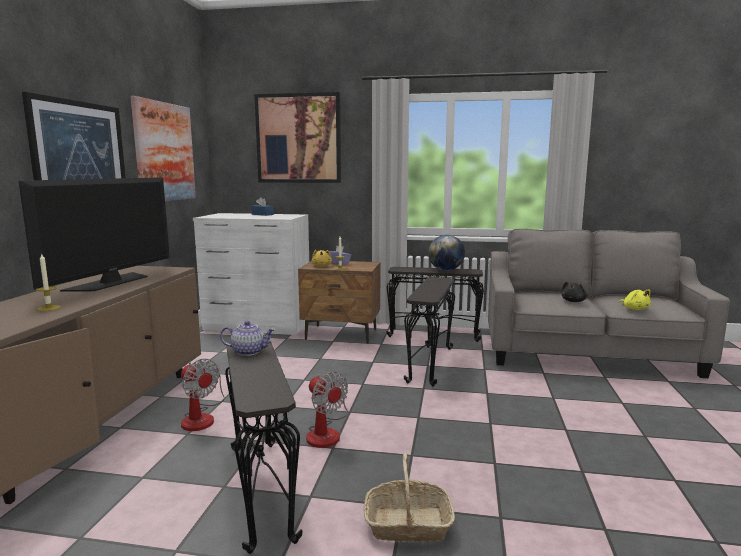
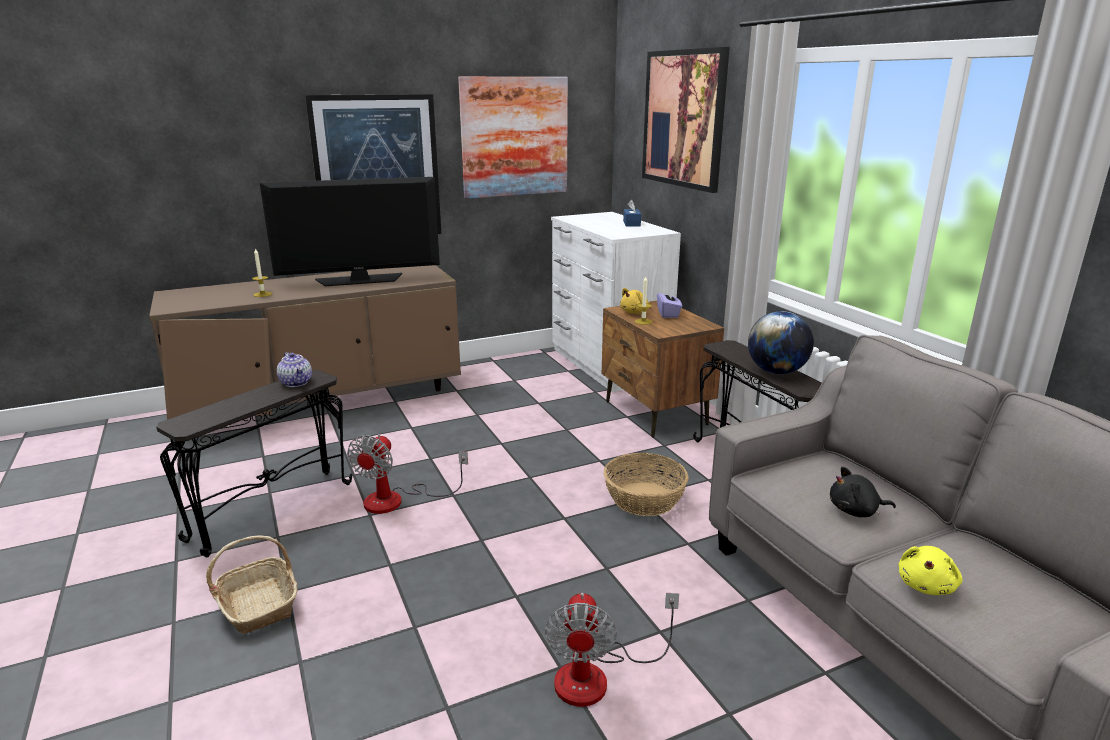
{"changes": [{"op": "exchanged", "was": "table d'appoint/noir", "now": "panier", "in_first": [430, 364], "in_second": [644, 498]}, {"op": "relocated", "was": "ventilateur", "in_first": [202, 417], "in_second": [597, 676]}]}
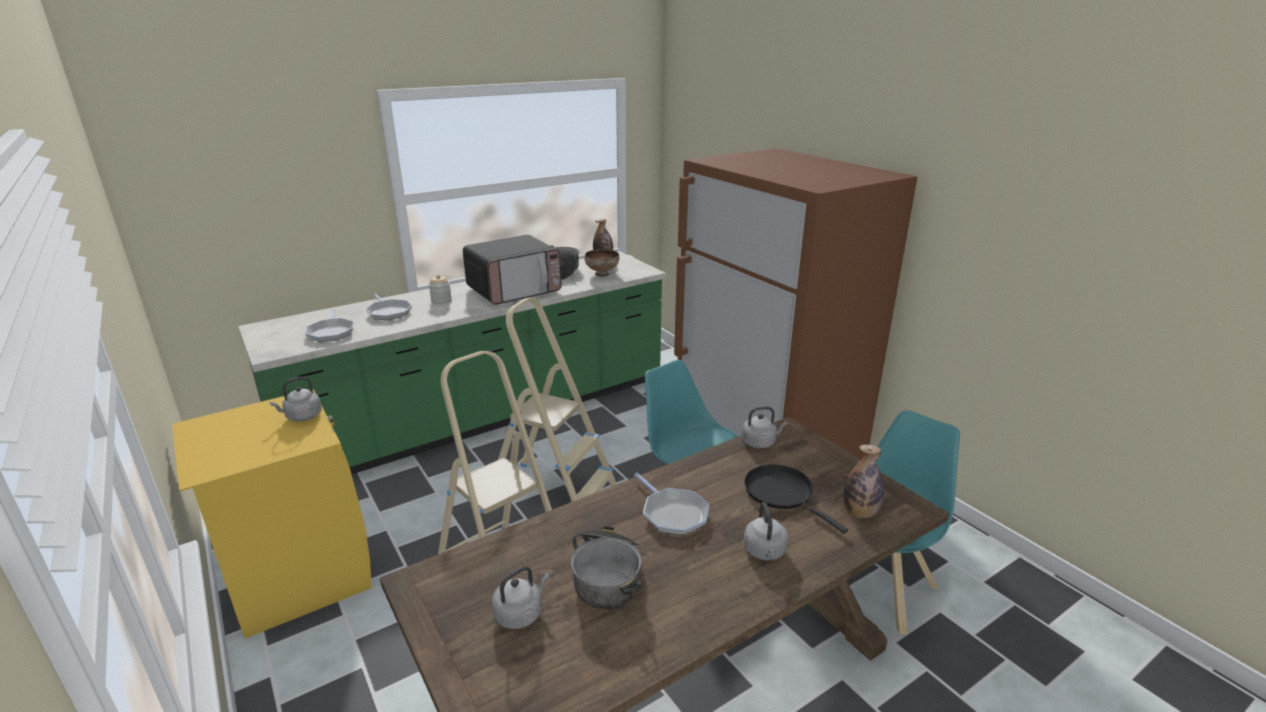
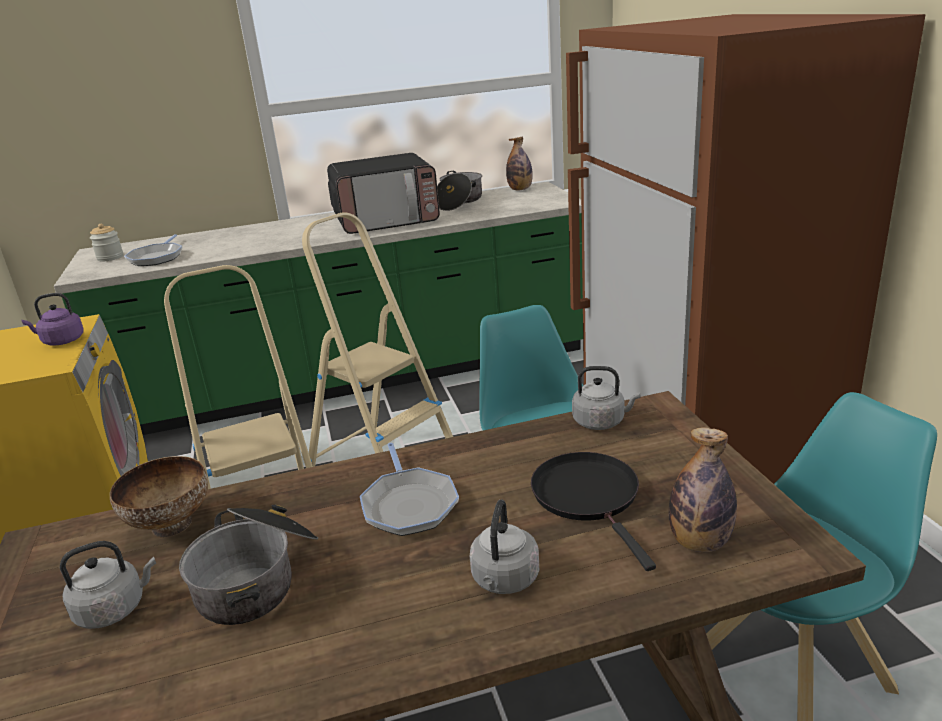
{"changes": [{"op": "relocated", "was": "bol", "in_first": [601, 274], "in_second": [170, 526]}, {"op": "relocated", "was": "bocal", "in_first": [441, 301], "in_second": [110, 257]}, {"op": "missing", "was": "poêle", "in_first": [388, 312]}, {"op": "colour", "was": "bouilloire/gris", "now": "bouilloire/violet", "in_first": [302, 416], "in_second": [61, 341]}]}
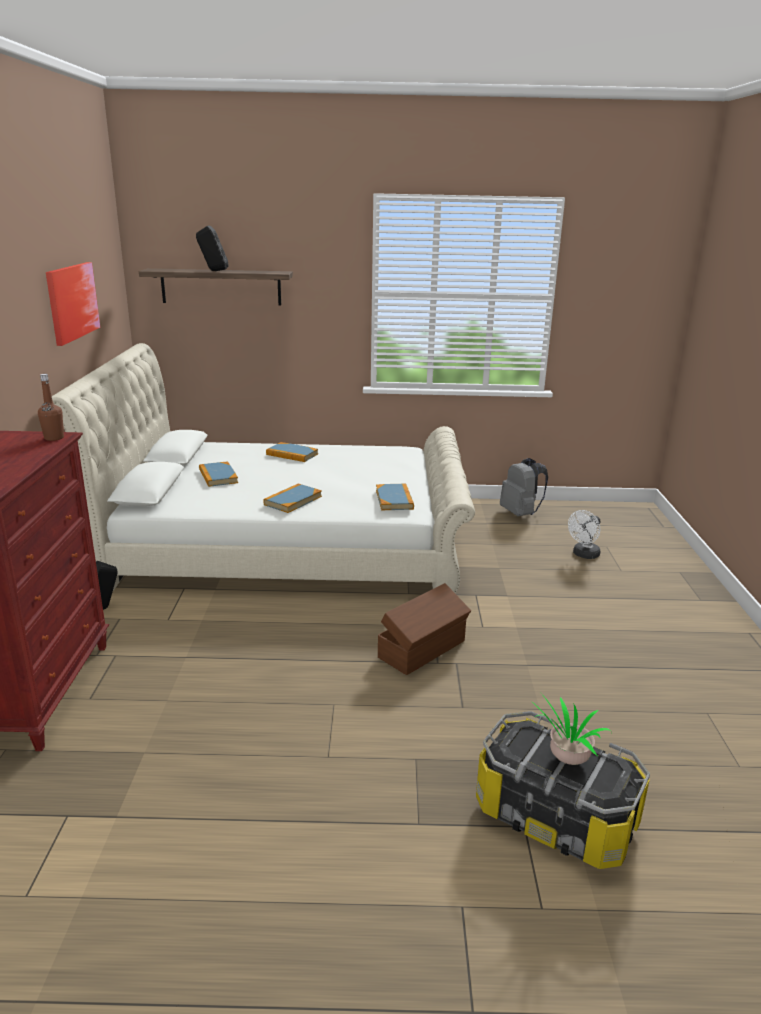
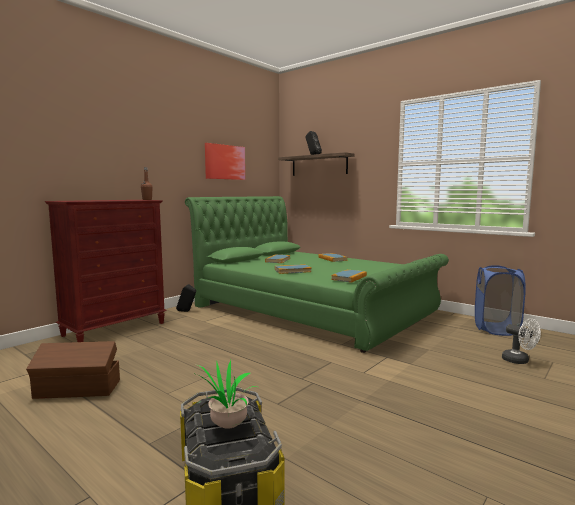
{"changes": [{"op": "colour", "was": "lit/beige", "now": "lit/vert", "in_first": [287, 541], "in_second": [311, 308]}, {"op": "exchanged", "was": "sac à dos/gris", "now": "panier à linge/bleu", "in_first": [520, 513], "in_second": [496, 329]}, {"op": "spun", "was": "ventilateur/blanc", "in_first": [584, 555], "in_second": [519, 361], "clockwise": -120}, {"op": "relocated", "was": "boîte de rangement/marron", "in_first": [423, 649], "in_second": [78, 389]}]}
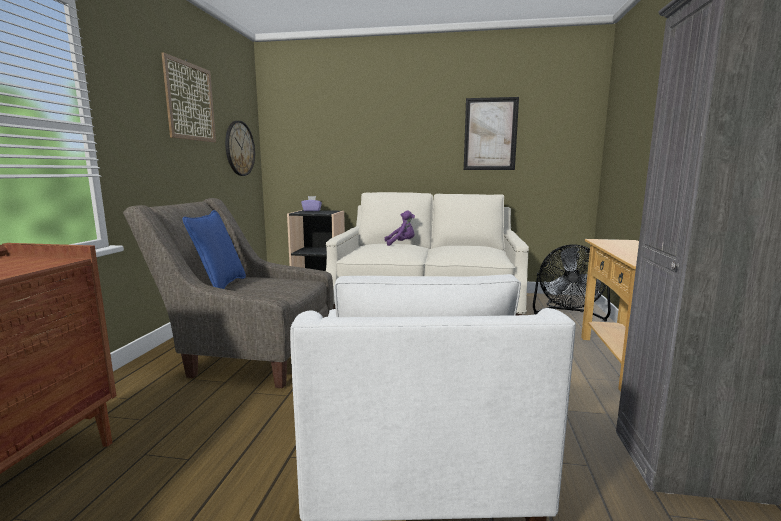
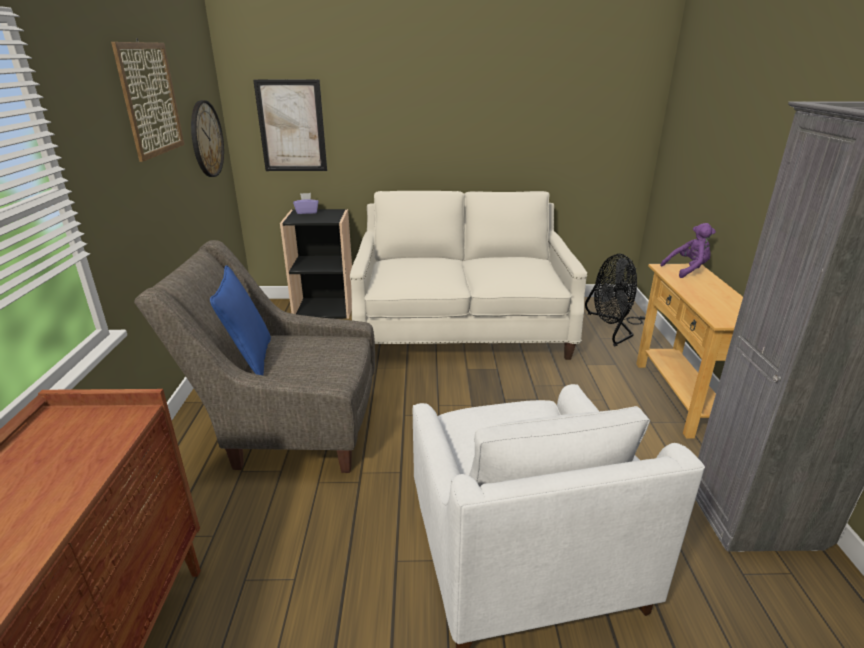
{"changes": [{"op": "relocated", "was": "tableau", "in_first": [490, 134], "in_second": [291, 126]}, {"op": "relocated", "was": "peluche/violet", "in_first": [401, 244], "in_second": [687, 270]}, {"op": "spun", "was": "ventilateur/noir", "in_first": [566, 313], "in_second": [614, 327], "clockwise": 75}]}
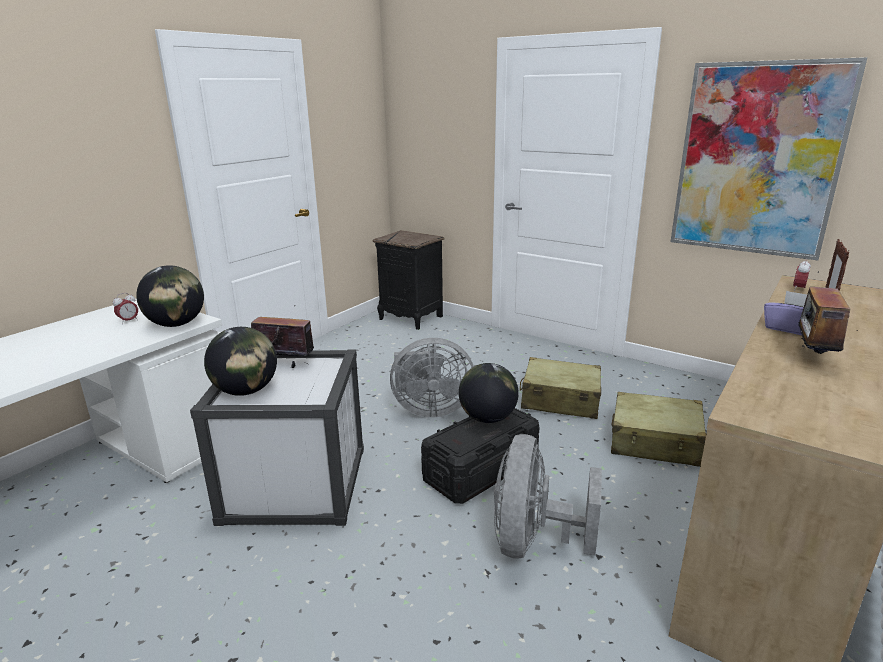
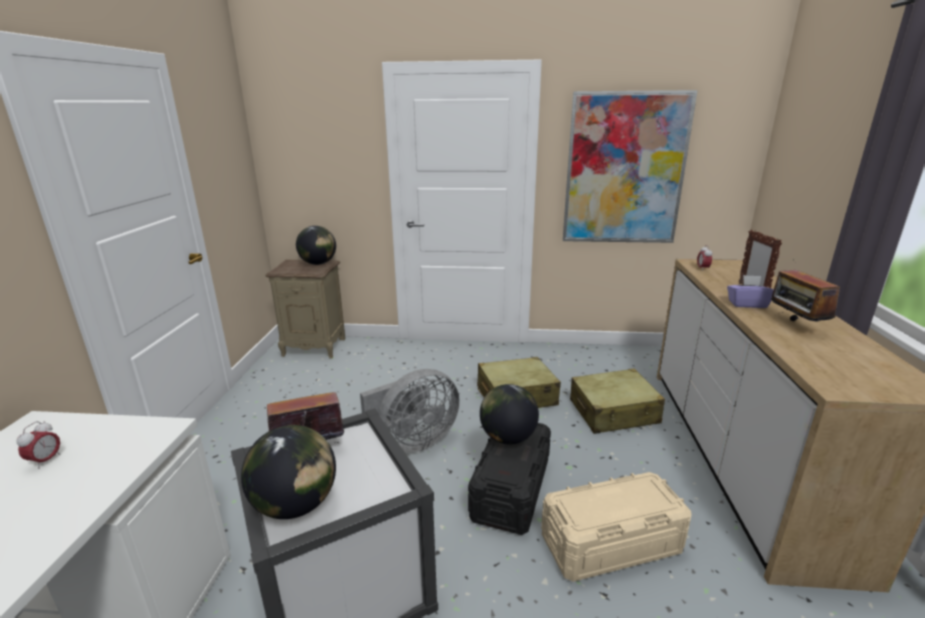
{"changes": [{"op": "colour", "was": "table de chevet/noir", "now": "table de chevet/beige", "in_first": [410, 318], "in_second": [314, 348]}, {"op": "relocated", "was": "globe", "in_first": [176, 324], "in_second": [318, 263]}, {"op": "exchanged", "was": "ventilateur/gris", "now": "boîte de rangement/beige", "in_first": [533, 541], "in_second": [611, 543]}]}
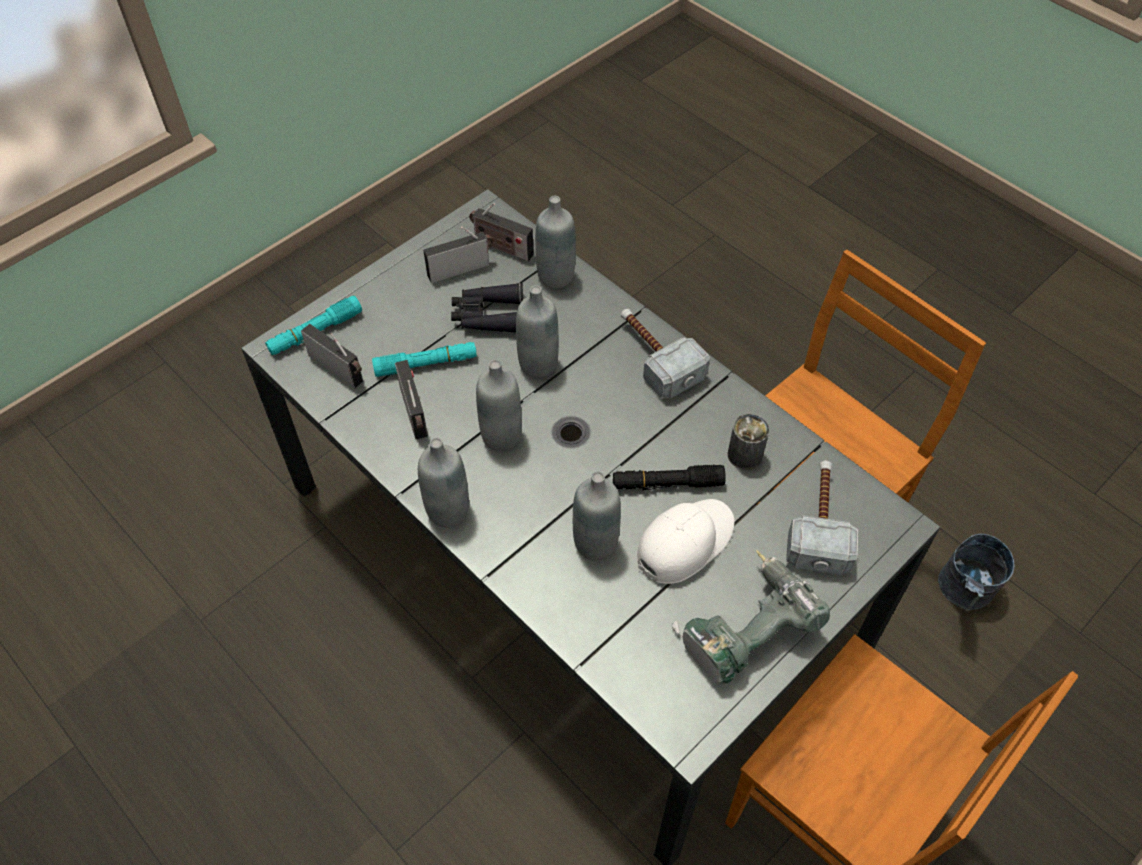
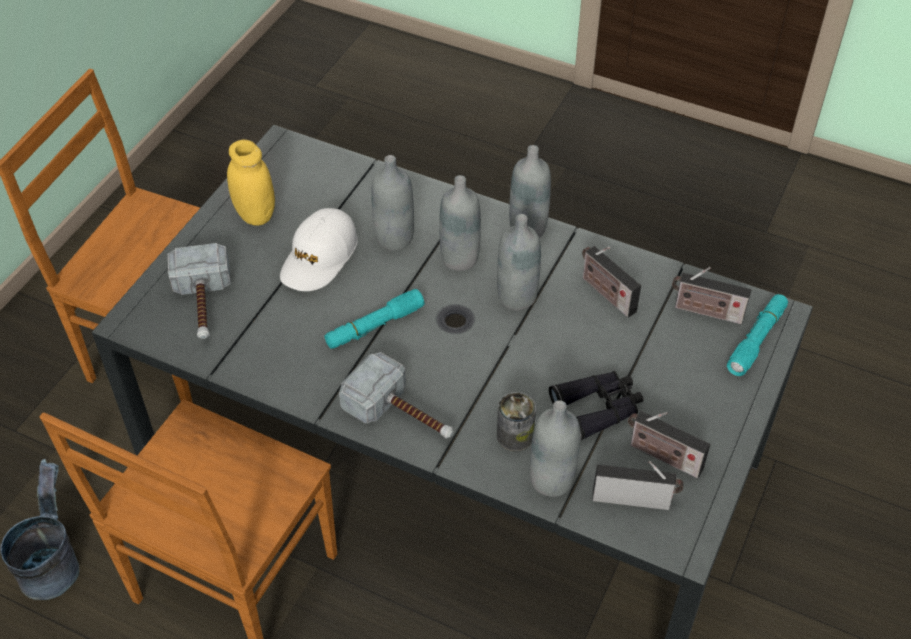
{"changes": [{"op": "spun", "was": "radio", "in_first": [461, 269], "in_second": [662, 456], "clockwise": 75}, {"op": "relocated", "was": "bouteille/gris", "in_first": [538, 364], "in_second": [459, 258]}, {"op": "relocated", "was": "lampe de poche/turquoise", "in_first": [426, 364], "in_second": [374, 326]}, {"op": "relocated", "was": "boîte métallique", "in_first": [745, 455], "in_second": [515, 436]}, {"op": "missing", "was": "lampe de poche/noir", "in_first": [667, 483]}, {"op": "exchanged", "was": "perceuse", "now": "bocal/jaune", "in_first": [744, 627], "in_second": [255, 215]}]}
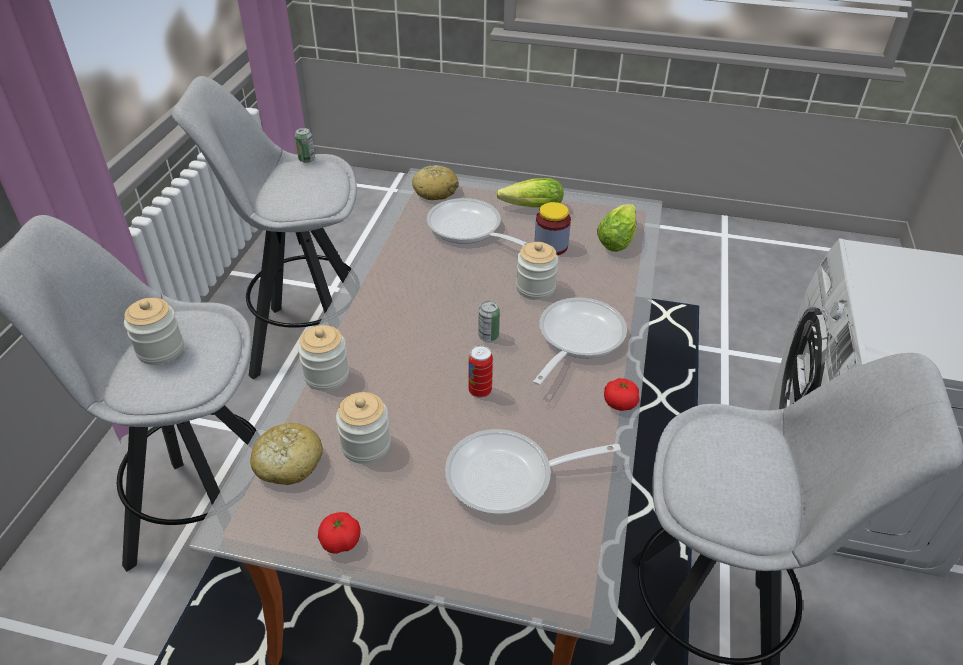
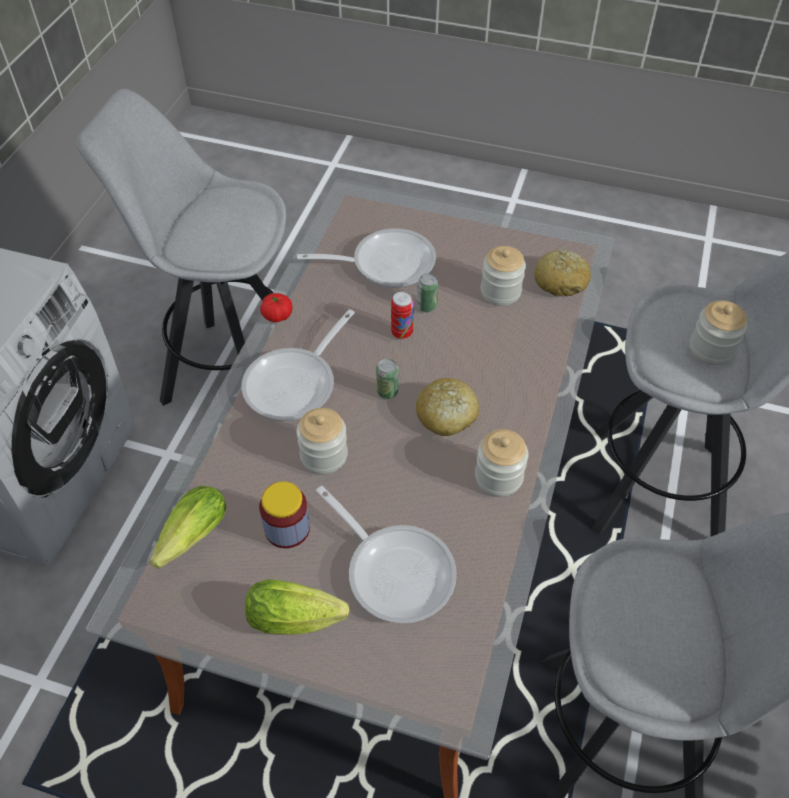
{"changes": [{"op": "relocated", "was": "boîte métallique", "in_first": [307, 159], "in_second": [426, 306]}, {"op": "relocated", "was": "pain", "in_first": [435, 191], "in_second": [446, 415]}, {"op": "relocated", "was": "bocal", "in_first": [326, 375], "in_second": [498, 477]}, {"op": "missing", "was": "tomate", "in_first": [340, 541]}]}
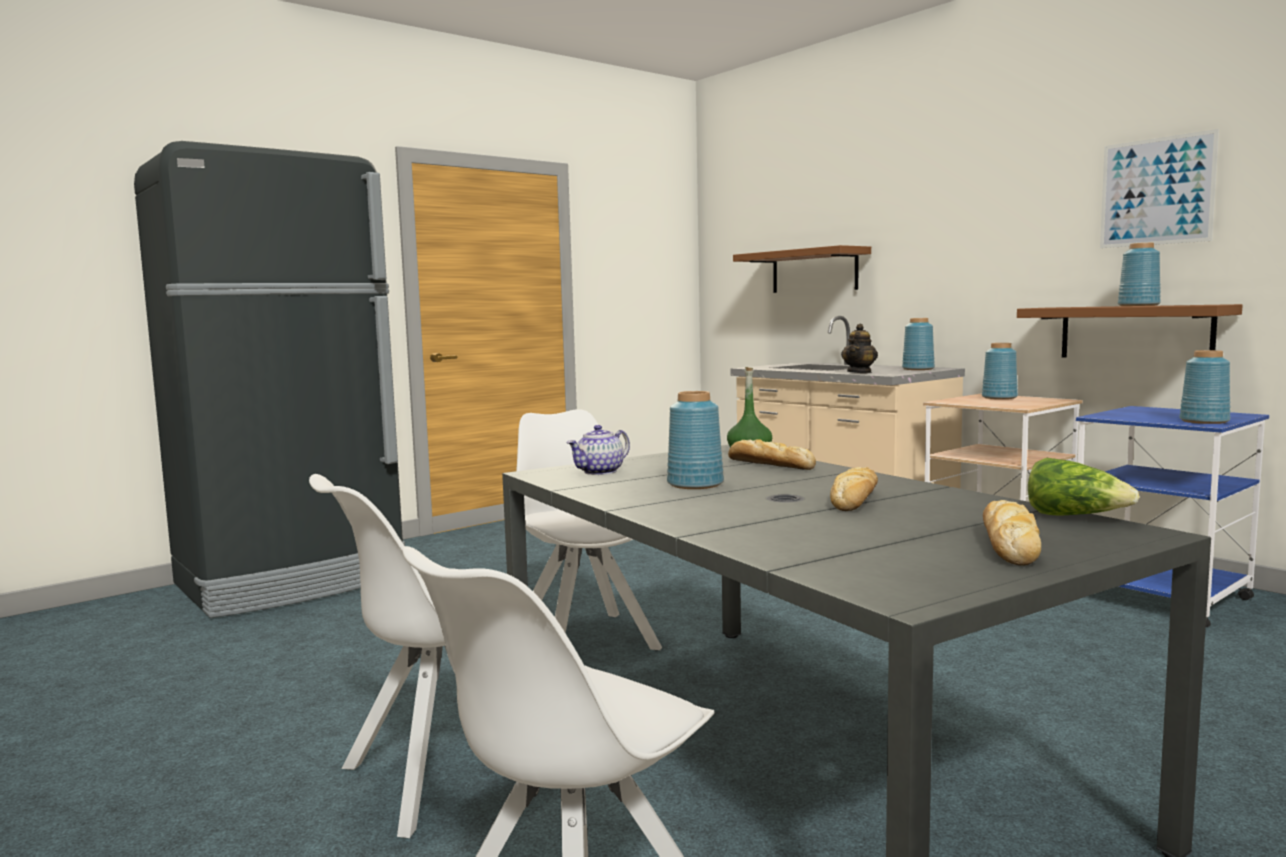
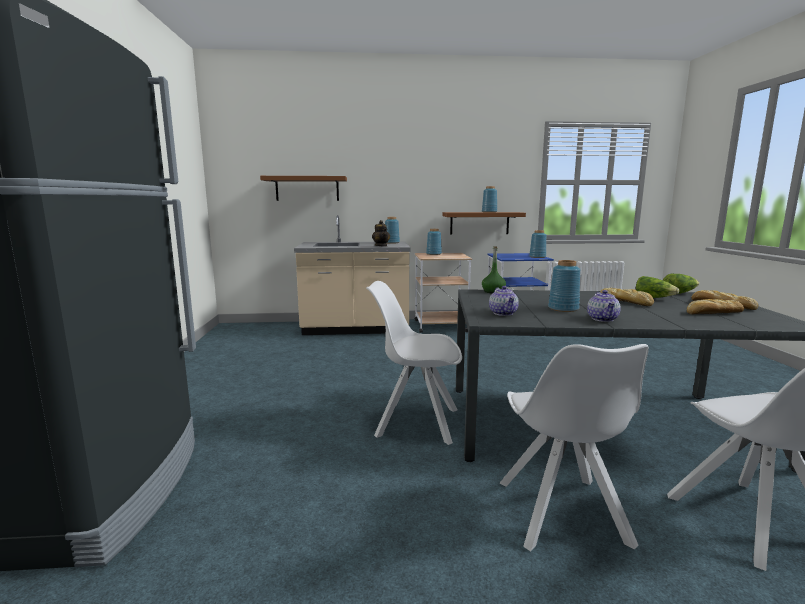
{"changes": [{"op": "missing", "was": "tableau", "in_first": [1156, 191]}, {"op": "relocated", "was": "pain", "in_first": [768, 464], "in_second": [713, 313]}, {"op": "appeared", "now": "laitue", "in_second": [653, 298]}, {"op": "appeared", "now": "théière", "in_second": [603, 319]}]}
